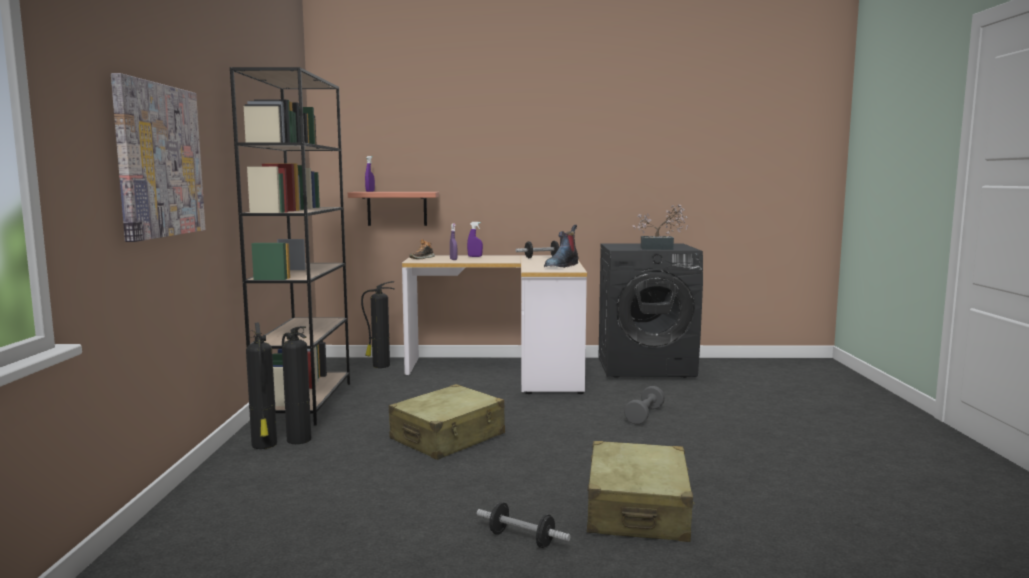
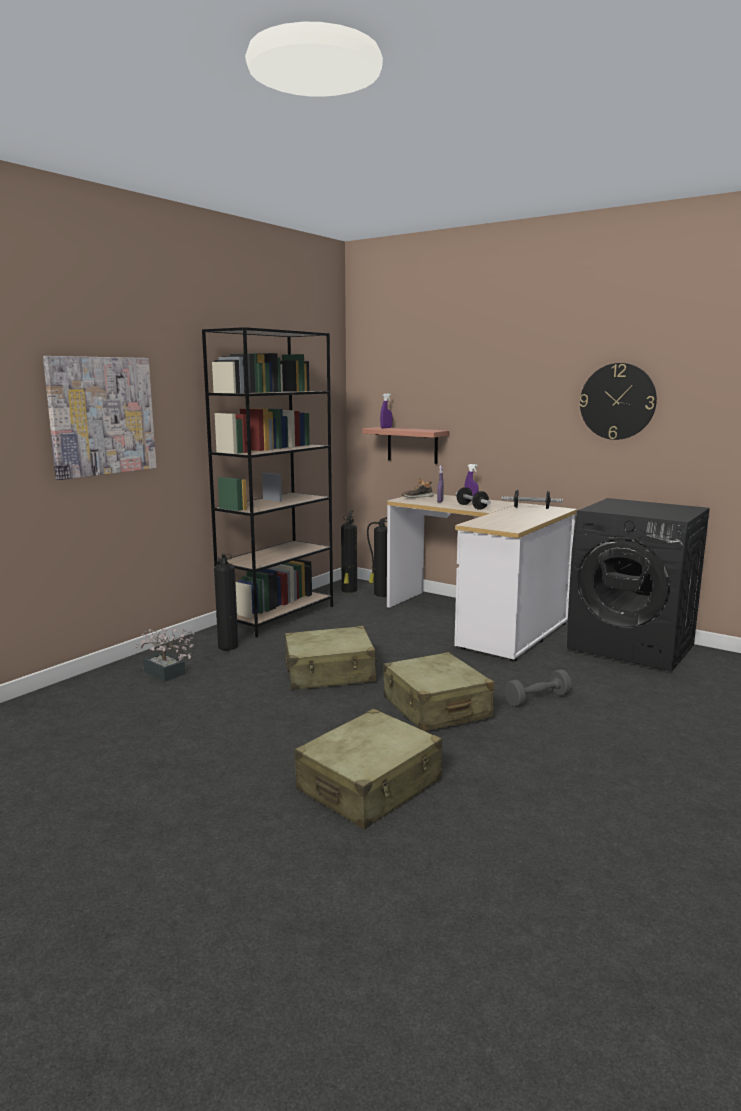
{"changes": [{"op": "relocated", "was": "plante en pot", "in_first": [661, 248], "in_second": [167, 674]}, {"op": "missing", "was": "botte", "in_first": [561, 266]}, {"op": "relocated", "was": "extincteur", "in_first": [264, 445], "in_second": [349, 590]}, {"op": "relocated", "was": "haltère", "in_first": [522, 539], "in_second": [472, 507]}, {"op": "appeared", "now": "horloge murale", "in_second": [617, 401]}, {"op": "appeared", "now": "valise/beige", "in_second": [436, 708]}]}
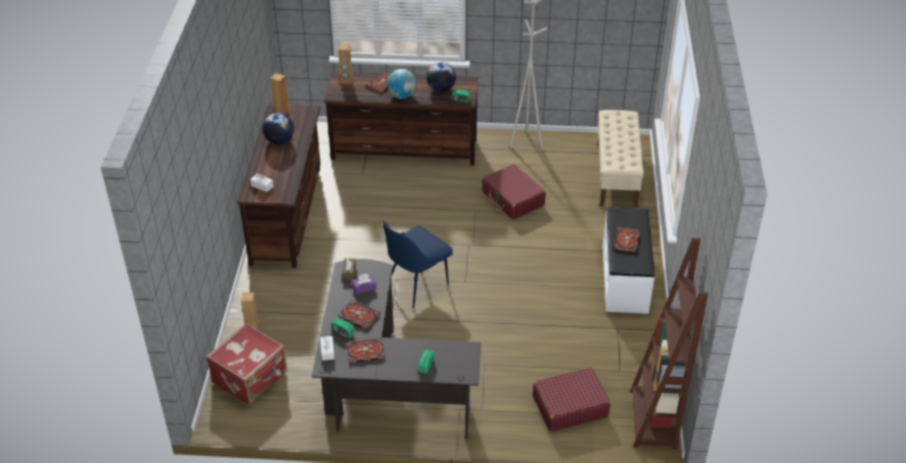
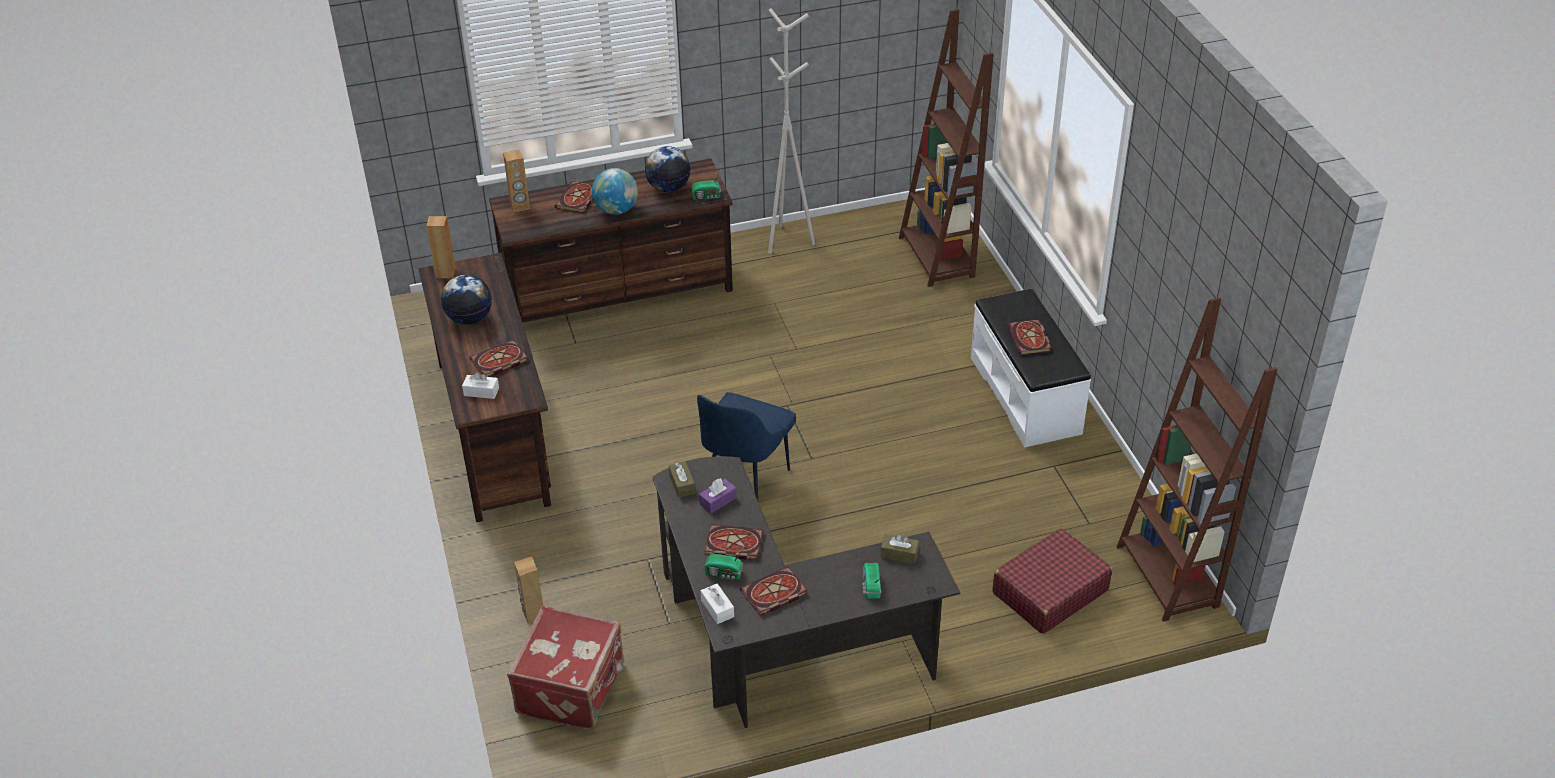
{"changes": [{"op": "exchanged", "was": "banc/beige", "now": "bibliothèque/marron", "in_first": [616, 175], "in_second": [937, 257]}, {"op": "missing", "was": "valise/rouge", "in_first": [513, 199]}, {"op": "appeared", "now": "livre", "in_second": [498, 362]}, {"op": "appeared", "now": "boîte à mouchoirs/marron", "in_second": [899, 554]}]}
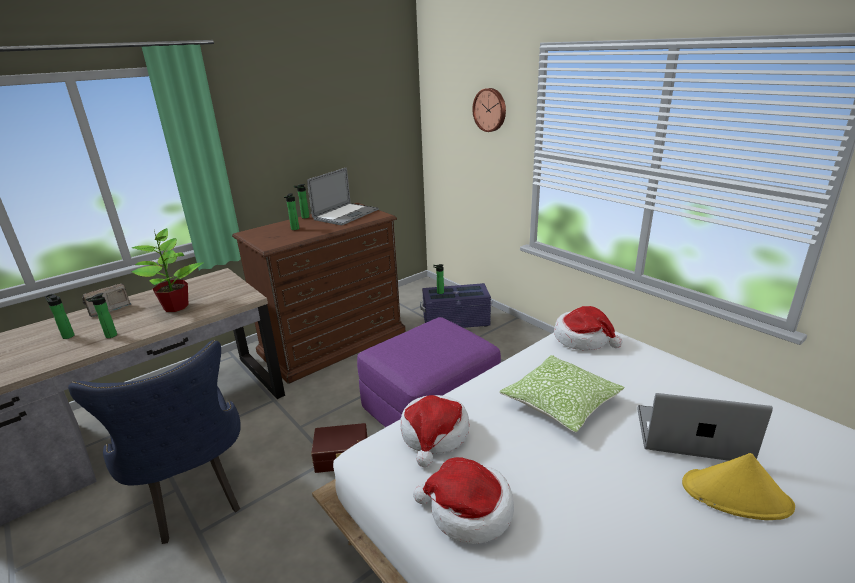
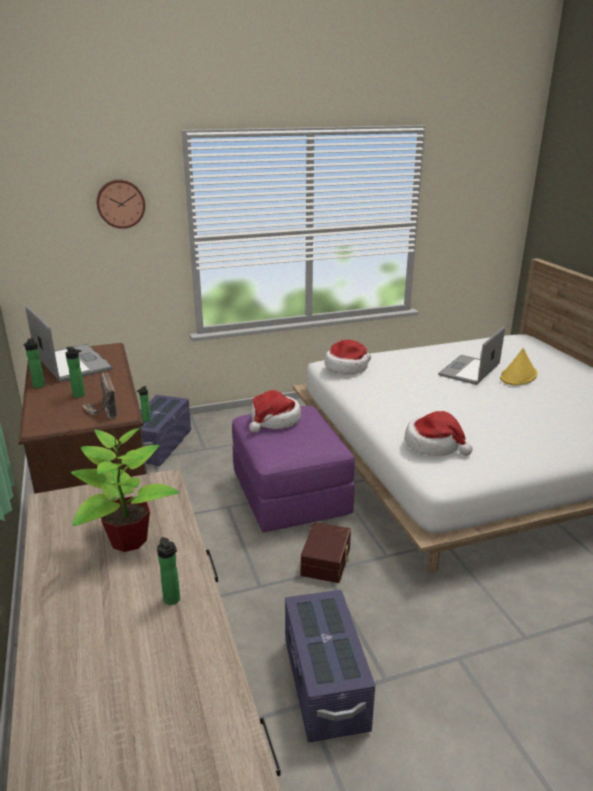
{"changes": [{"op": "relocated", "was": "radio", "in_first": [108, 309], "in_second": [103, 410]}, {"op": "missing", "was": "bouteille", "in_first": [67, 336]}, {"op": "exchanged", "was": "chaise/bleu", "now": "boîte de rangement/violet", "in_first": [194, 494], "in_second": [325, 685]}, {"op": "missing", "was": "coussin", "in_first": [560, 403]}, {"op": "relocated", "was": "chapeau", "in_first": [468, 511], "in_second": [274, 420]}]}
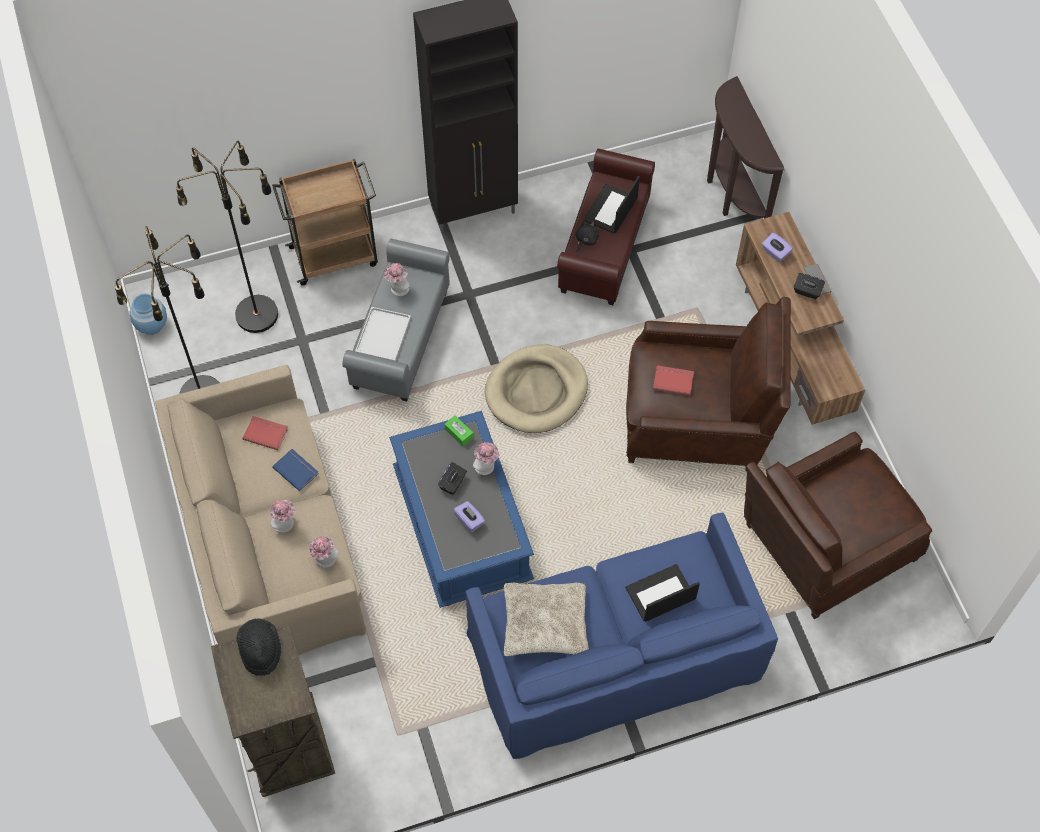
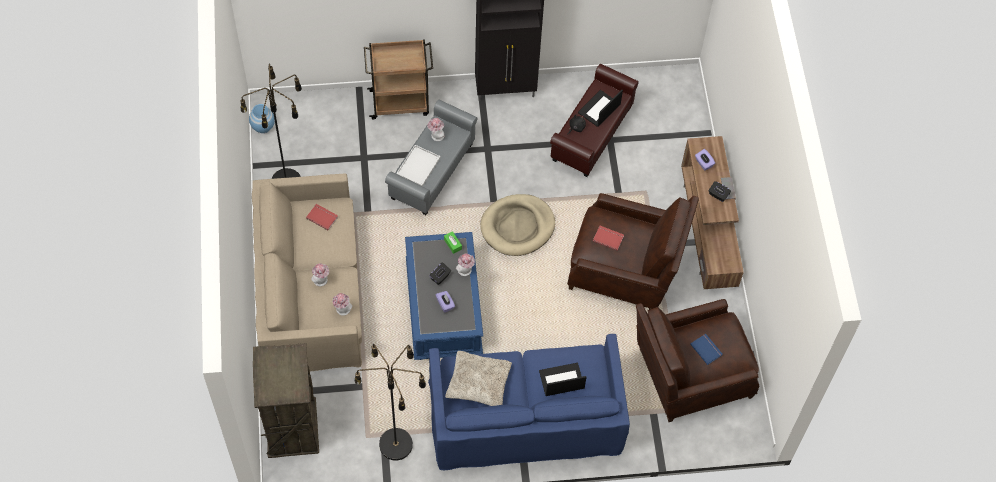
{"changes": [{"op": "missing", "was": "table console/marron", "in_first": [731, 194]}, {"op": "relocated", "was": "lampadaire", "in_first": [257, 314], "in_second": [396, 444]}, {"op": "relocated", "was": "livre/bleu", "in_first": [296, 469], "in_second": [706, 349]}, {"op": "missing", "was": "chapeau/noir", "in_first": [260, 650]}]}
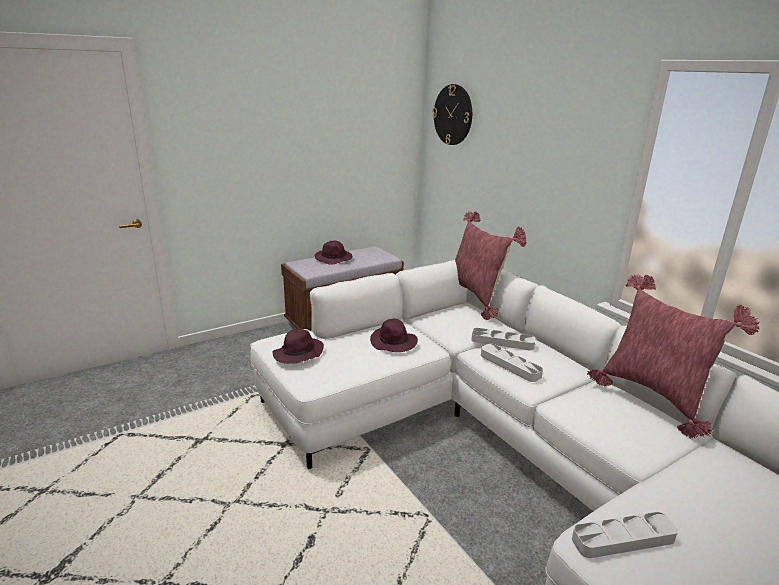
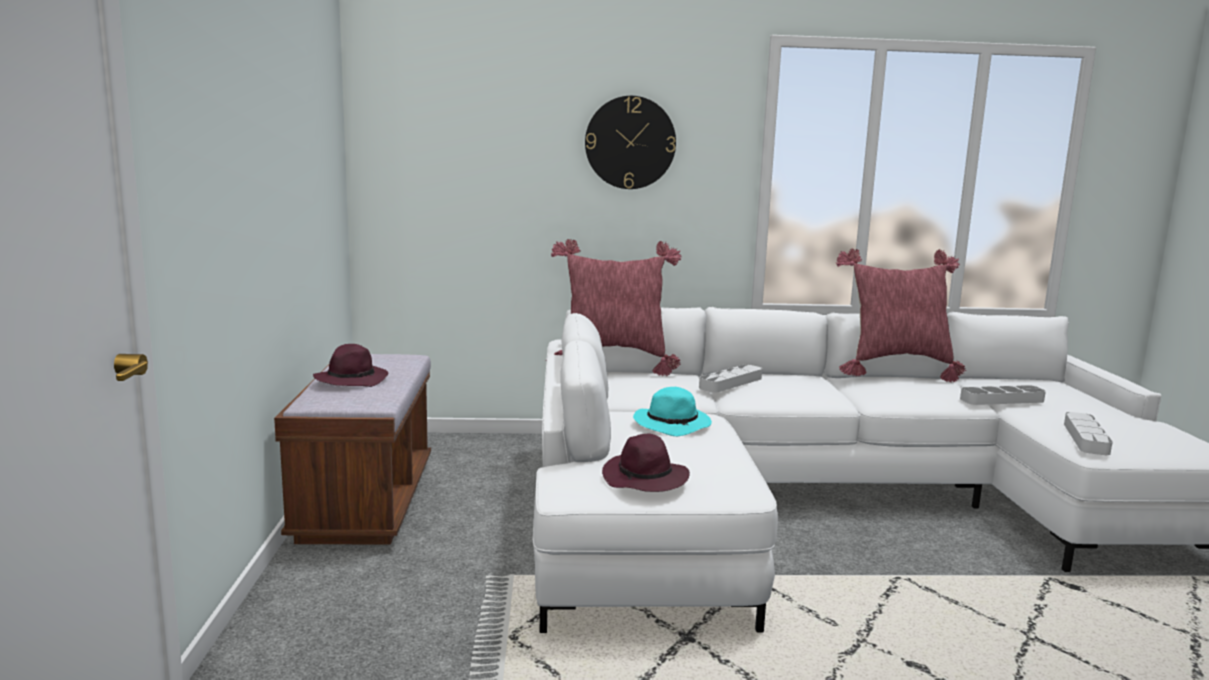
{"changes": [{"op": "relocated", "was": "horloge murale", "in_first": [453, 115], "in_second": [630, 142]}, {"op": "colour", "was": "chapeau/violet", "now": "chapeau/turquoise", "in_first": [394, 343], "in_second": [673, 424]}, {"op": "relocated", "was": "plateau/gris", "in_first": [510, 365], "in_second": [1002, 400]}]}
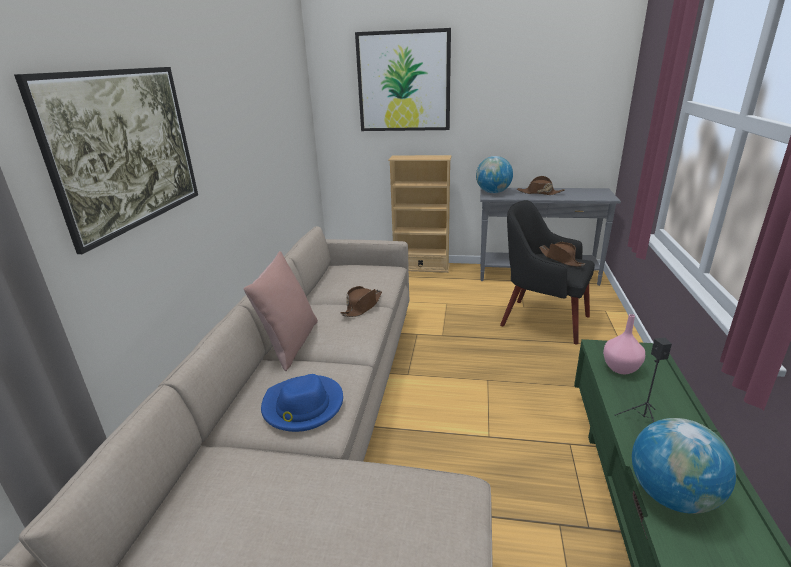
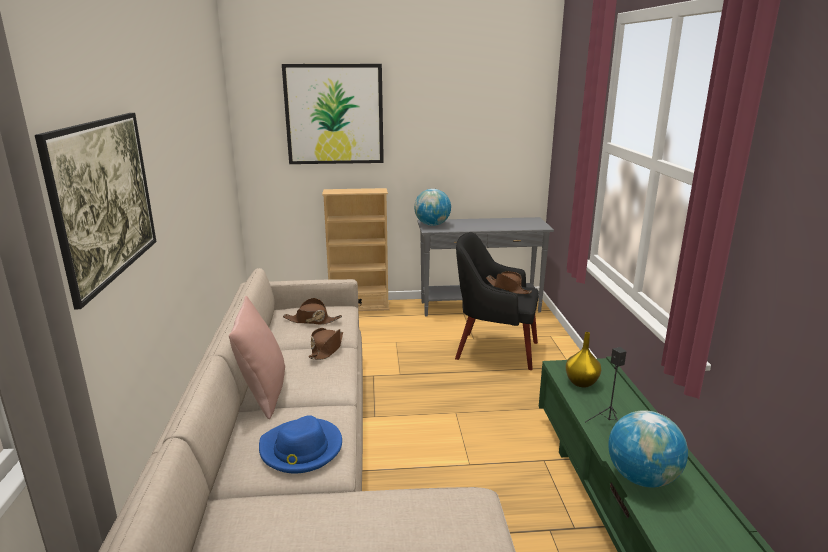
{"changes": [{"op": "relocated", "was": "chapeau/marron", "in_first": [539, 193], "in_second": [312, 320]}, {"op": "colour", "was": "vase/rose", "now": "vase/jaune", "in_first": [621, 368], "in_second": [581, 382]}]}
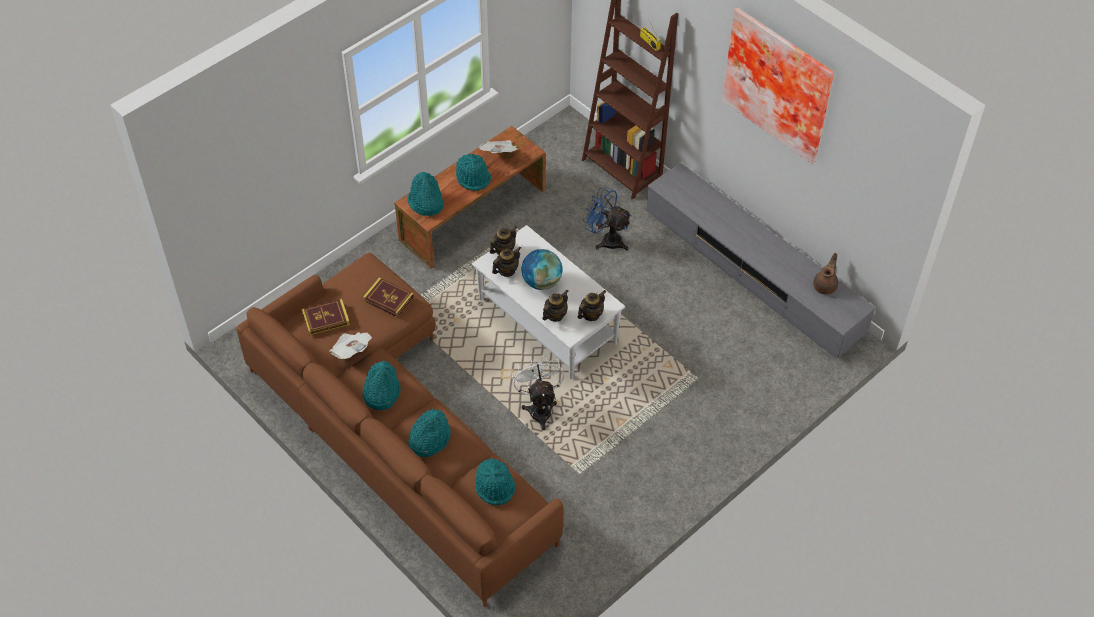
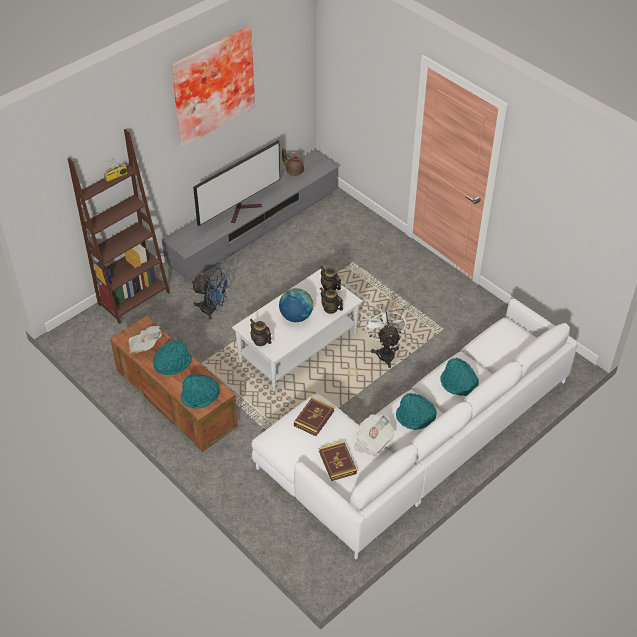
{"changes": [{"op": "spun", "was": "ventilateur/bleu", "in_first": [606, 239], "in_second": [213, 309], "clockwise": -105}, {"op": "missing", "was": "théière", "in_first": [506, 270]}, {"op": "colour", "was": "canapé/marron", "now": "canapé/blanc", "in_first": [396, 432], "in_second": [415, 443]}, {"op": "spun", "was": "ventilateur/blanc", "in_first": [539, 408], "in_second": [385, 352], "clockwise": 90}, {"op": "missing", "was": "chapeau/turquoise", "in_first": [495, 486]}, {"op": "appeared", "now": "téléviseur", "in_second": [243, 210]}]}
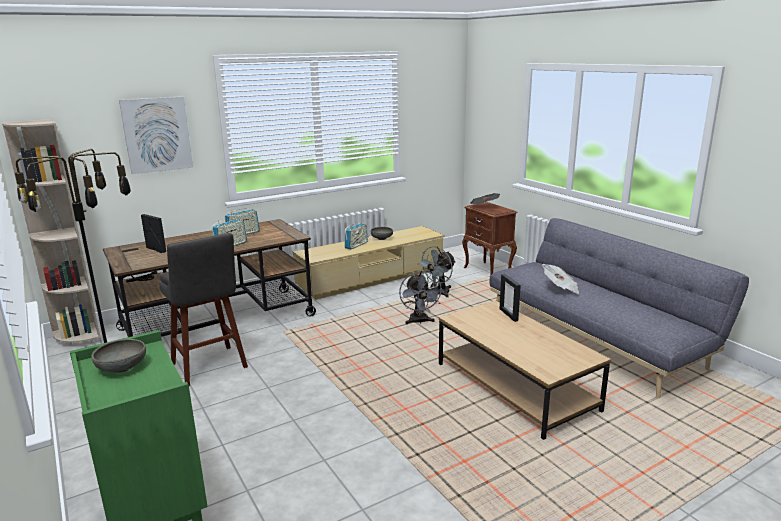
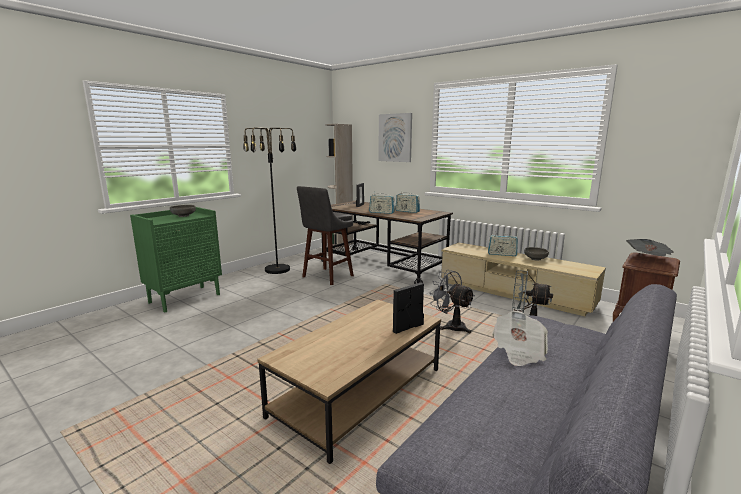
{"changes": [{"op": "spun", "was": "ventilateur/gris", "in_first": [419, 322], "in_second": [451, 326], "clockwise": 75}]}
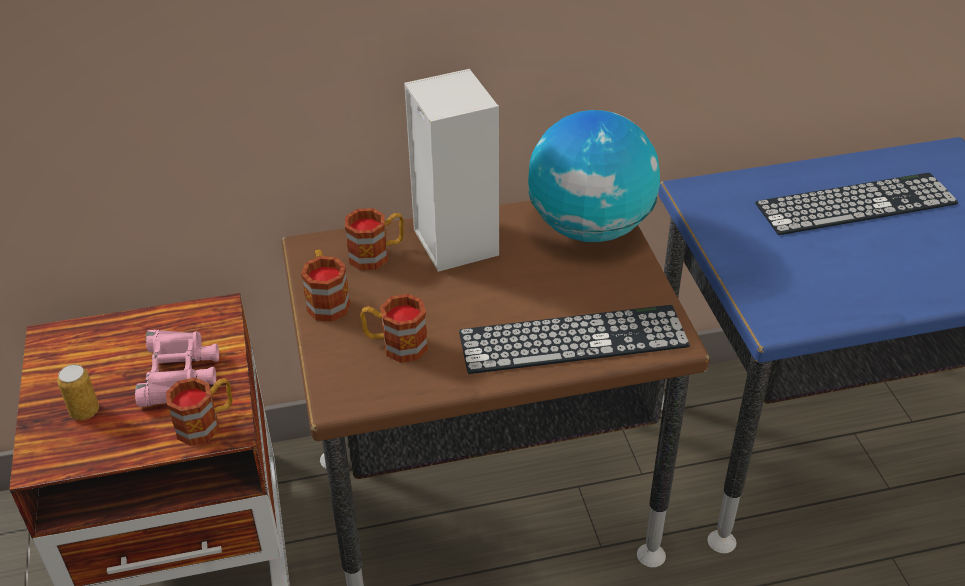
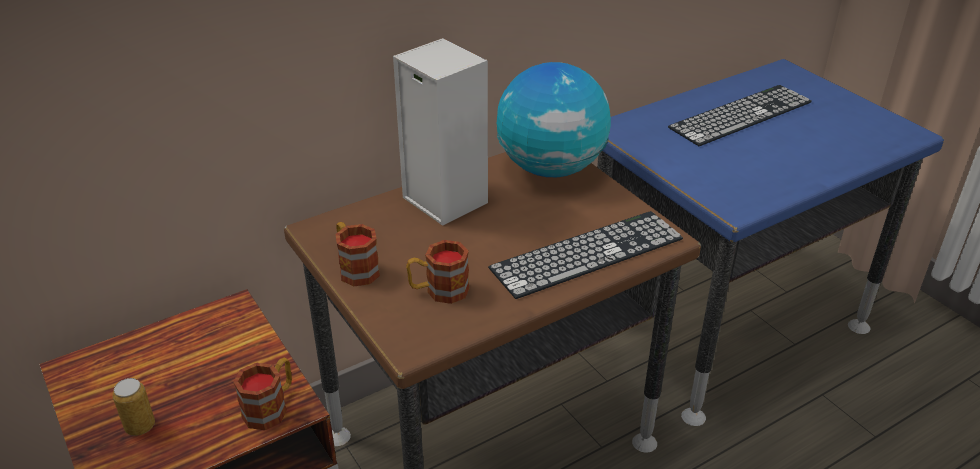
{"changes": [{"op": "missing", "was": "mug", "in_first": [377, 254]}, {"op": "missing", "was": "jumelles/rose", "in_first": [180, 373]}]}
